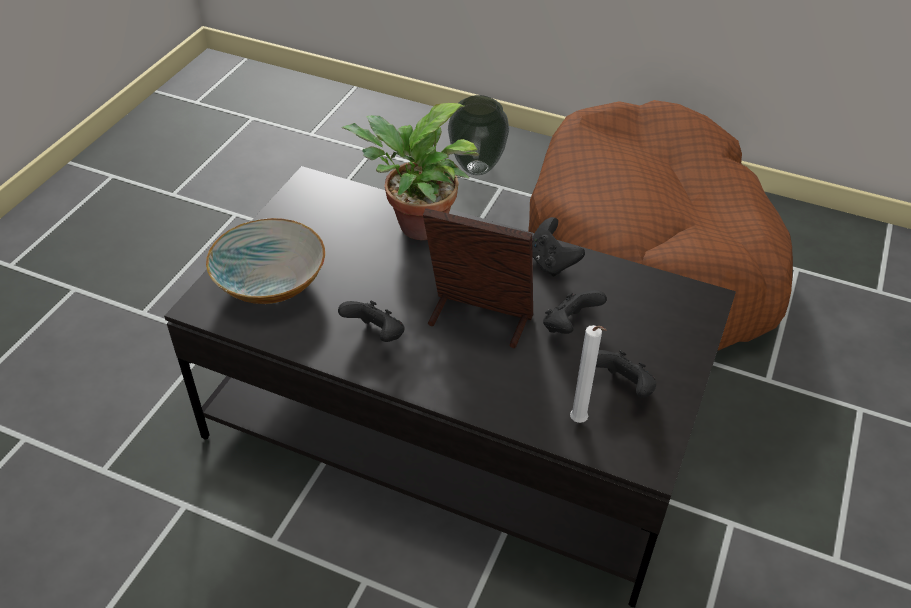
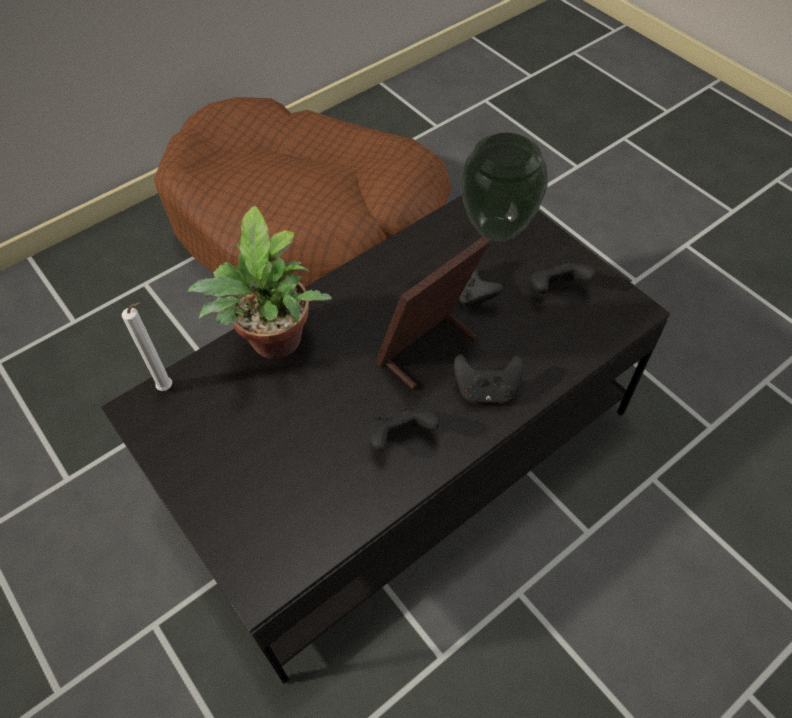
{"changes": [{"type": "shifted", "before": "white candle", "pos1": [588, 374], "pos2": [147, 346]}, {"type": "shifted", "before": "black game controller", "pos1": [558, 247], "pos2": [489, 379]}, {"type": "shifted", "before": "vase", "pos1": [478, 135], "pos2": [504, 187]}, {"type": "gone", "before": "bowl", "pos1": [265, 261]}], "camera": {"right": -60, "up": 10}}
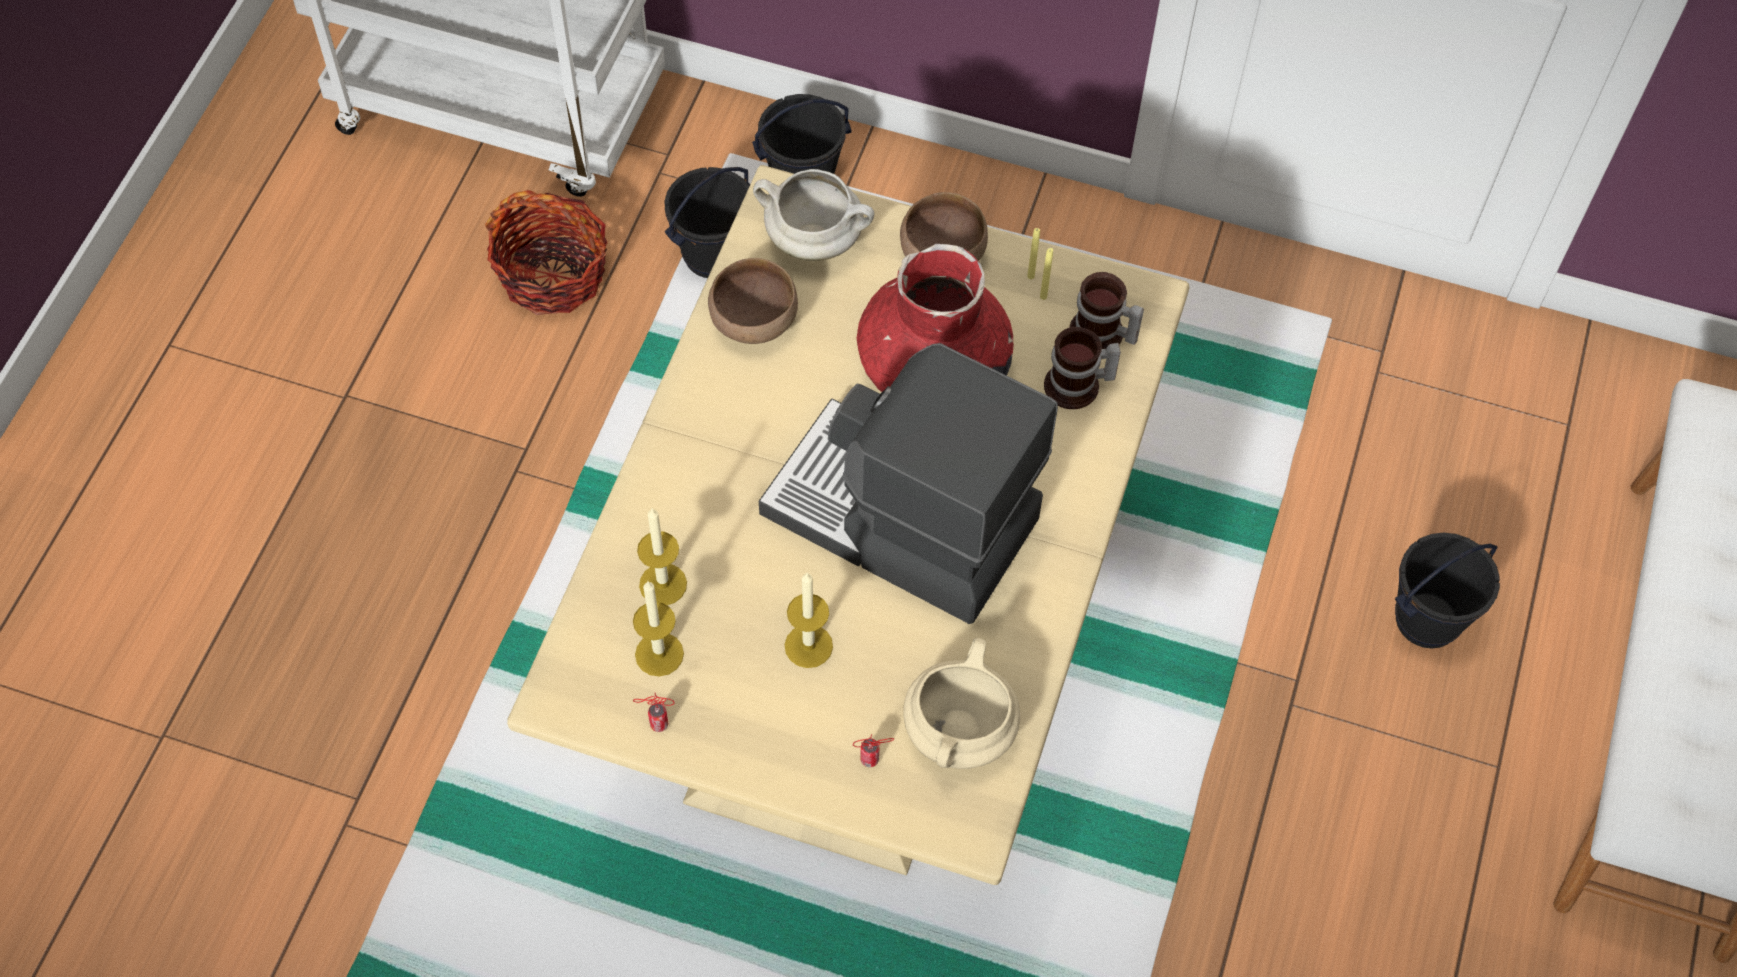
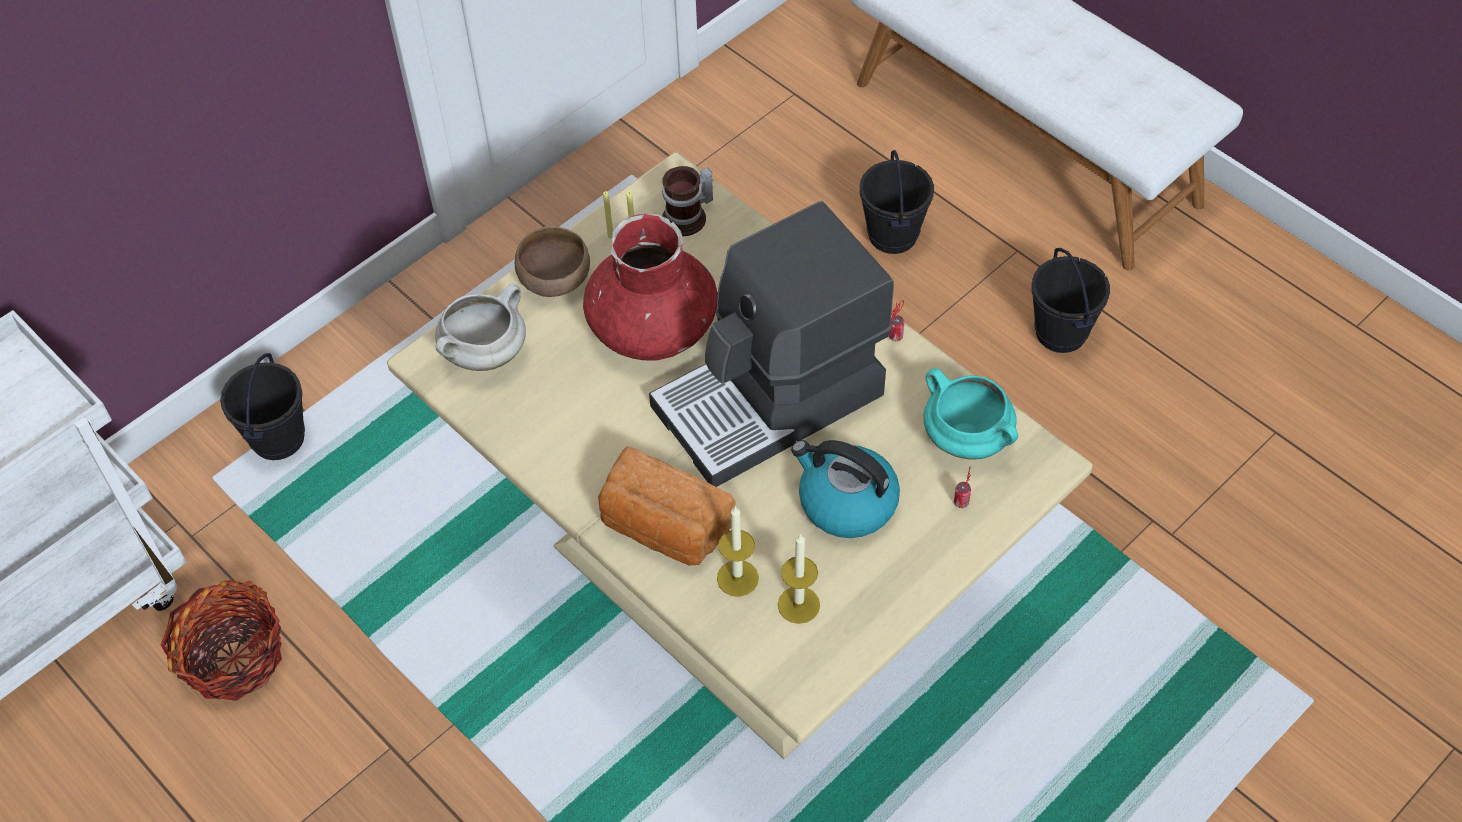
{"changes": [{"type": "new", "after": "bread", "pos2": [667, 505]}, {"type": "swapped", "before": "candle", "after": "kettle", "pos1": [809, 620], "pos2": [845, 489]}, {"type": "shifted", "before": "can", "pos1": [654, 712], "pos2": [896, 320]}, {"type": "repainted", "before": "beige cooking pot", "after": "turquoise cooking pot", "pos1": [961, 703], "pos2": [970, 414]}, {"type": "shifted", "before": "black bucket", "pos1": [707, 222], "pos2": [1070, 300]}, {"type": "gone", "before": "brown bowl", "pos1": [753, 301]}, {"type": "gone", "before": "mug", "pos1": [1082, 368]}], "camera": {"right": -60, "up": -5}}
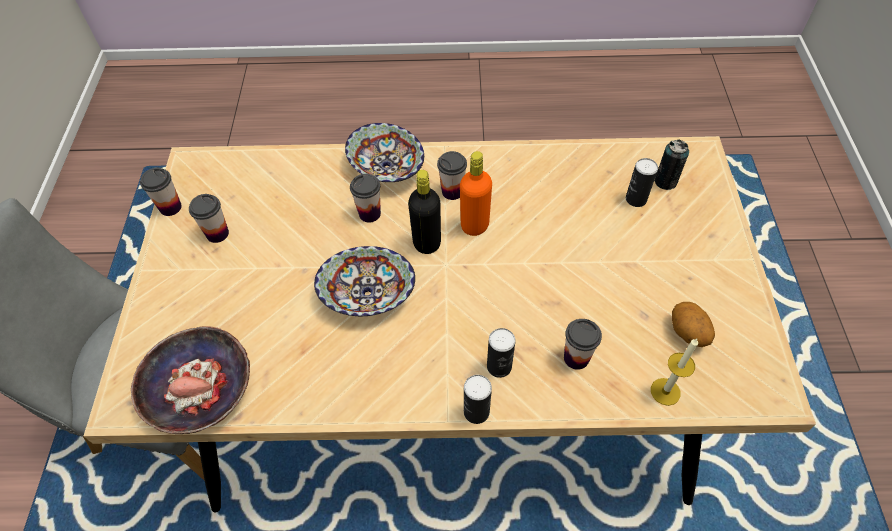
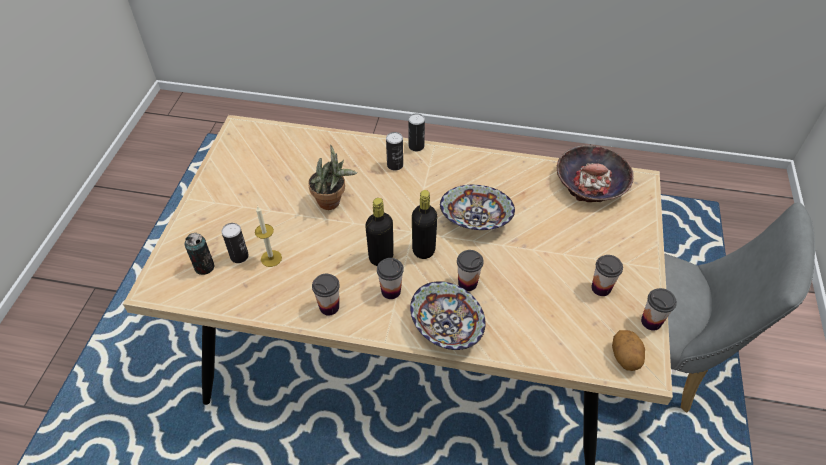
{"changes": [{"type": "shifted", "before": "candle", "pos1": [674, 372], "pos2": [268, 236]}, {"type": "new", "after": "potted plant", "pos2": [332, 177]}, {"type": "shifted", "before": "cup", "pos1": [583, 344], "pos2": [326, 295]}, {"type": "repainted", "before": "orange bottle", "after": "black bottle", "pos1": [476, 193], "pos2": [379, 232]}, {"type": "shifted", "before": "potato", "pos1": [693, 324], "pos2": [628, 350]}], "camera": {"right": -170, "up": -5}}
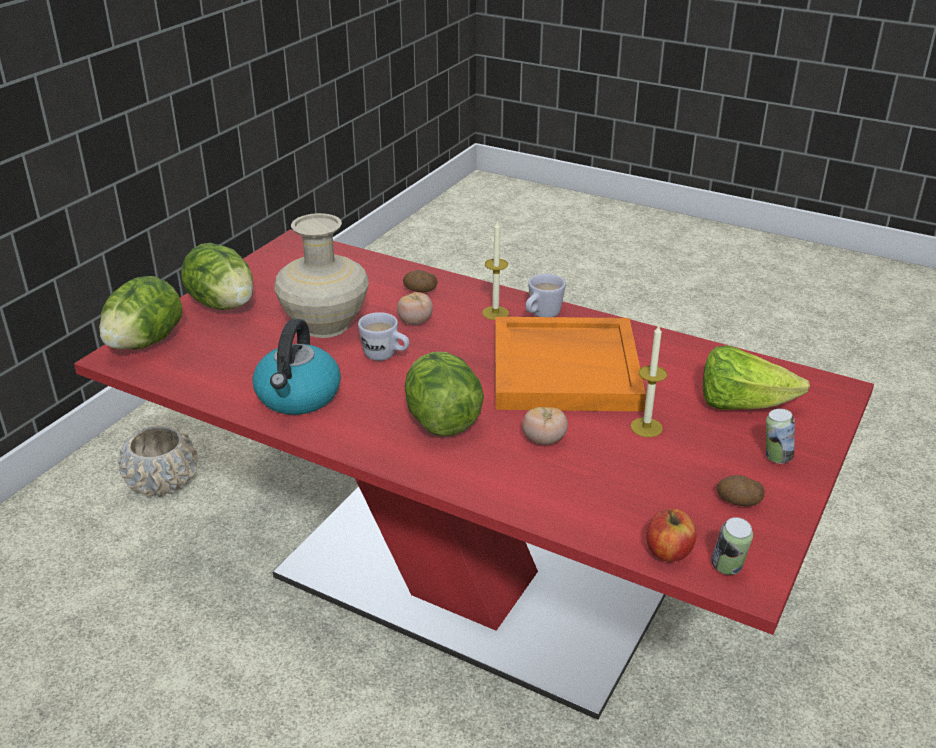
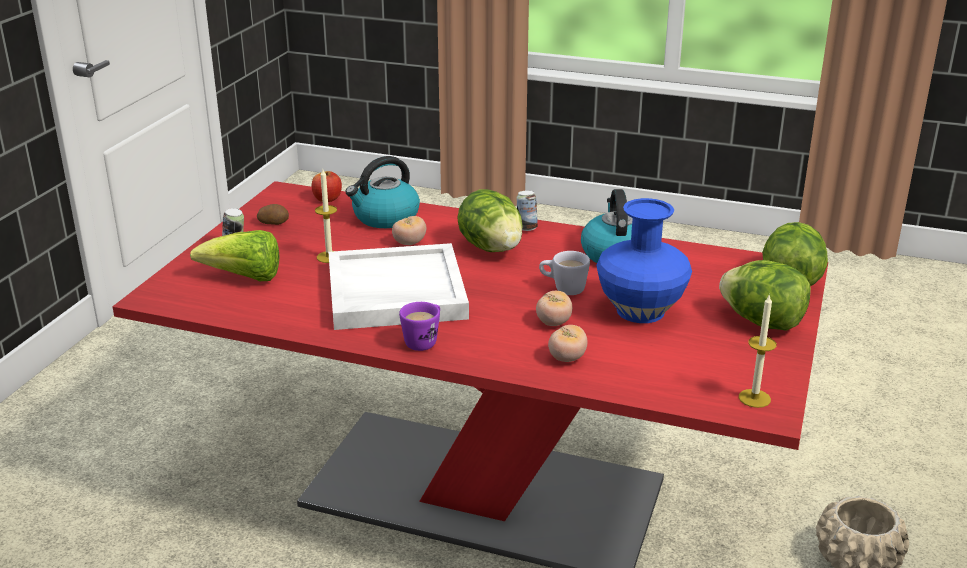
{"changes": [{"type": "repainted", "before": "orange tray", "after": "white tray", "pos1": [570, 364], "pos2": [398, 286]}, {"type": "new", "after": "kettle", "pos2": [382, 192]}, {"type": "repainted", "before": "white mug", "after": "purple mug", "pos1": [546, 295], "pos2": [419, 326]}, {"type": "shifted", "before": "can", "pos1": [732, 546], "pos2": [527, 210]}, {"type": "swapped", "before": "potato", "after": "tomato", "pos1": [420, 281], "pos2": [568, 343]}, {"type": "repainted", "before": "beige vase", "after": "blue vase", "pos1": [321, 275], "pos2": [644, 260]}, {"type": "shifted", "before": "candle", "pos1": [495, 270], "pos2": [758, 351]}], "camera": {"right": 170, "up": -5}}
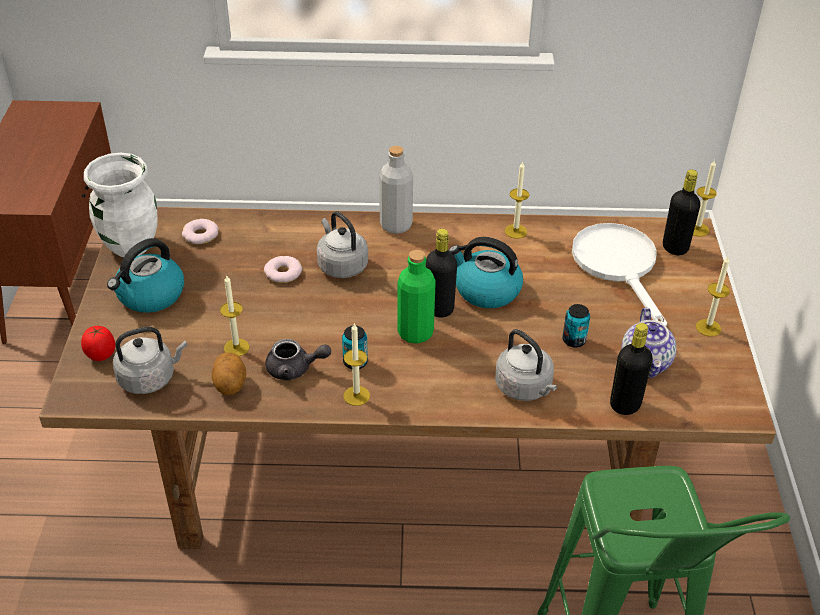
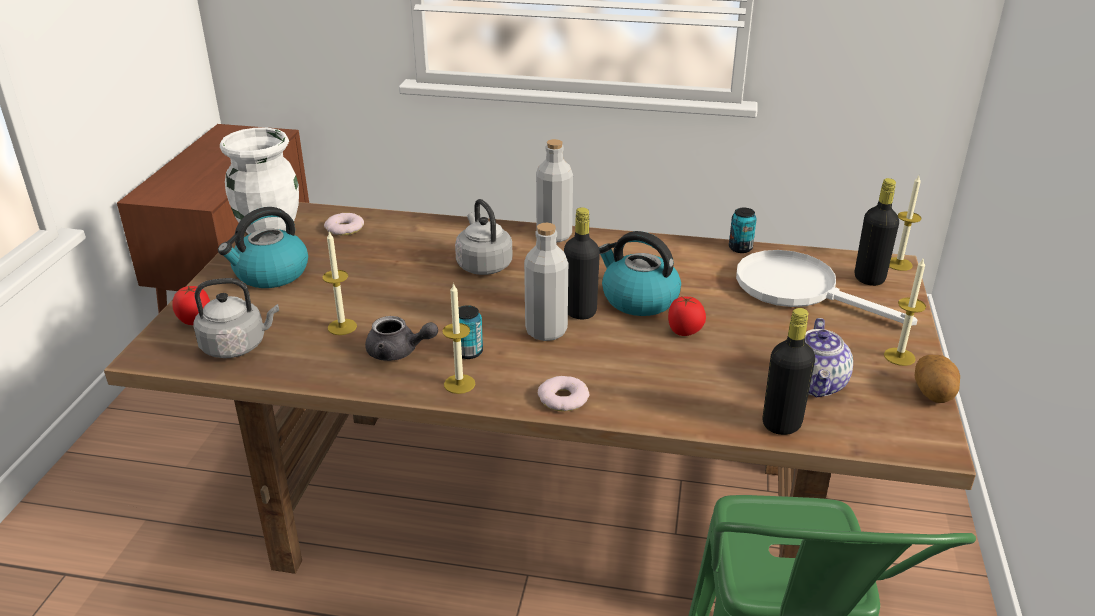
{"changes": [{"type": "repainted", "before": "green bottle", "after": "grey bottle", "pos1": [416, 297], "pos2": [546, 282]}, {"type": "shifted", "before": "donut", "pos1": [283, 269], "pos2": [564, 393]}, {"type": "new", "after": "tomato", "pos2": [687, 316]}, {"type": "shifted", "before": "can", "pos1": [576, 326], "pos2": [743, 230]}, {"type": "rotated", "before": "white frying pan", "pos1": [619, 274], "pos2": [826, 288], "turn": -45}, {"type": "shifted", "before": "potato", "pos1": [229, 374], "pos2": [937, 378]}, {"type": "gone", "before": "grey kettle", "pos1": [526, 365]}, {"type": "gone", "before": "candle", "pos1": [517, 200]}], "camera": {"right": 10, "up": -10}}
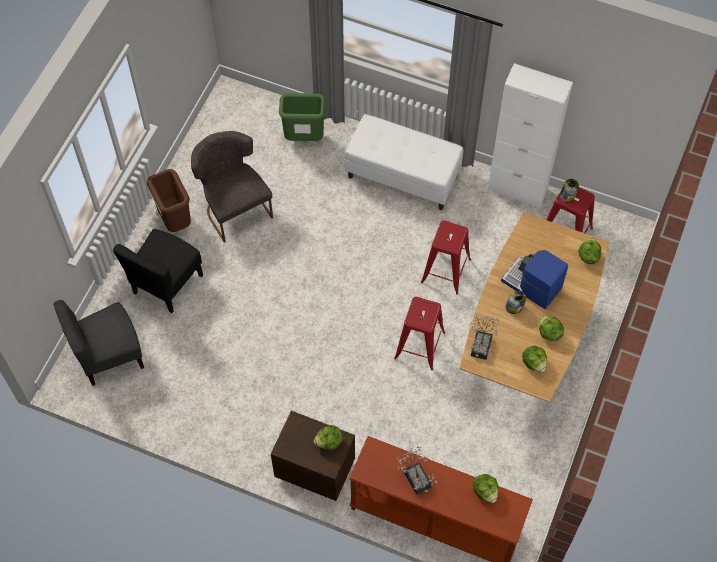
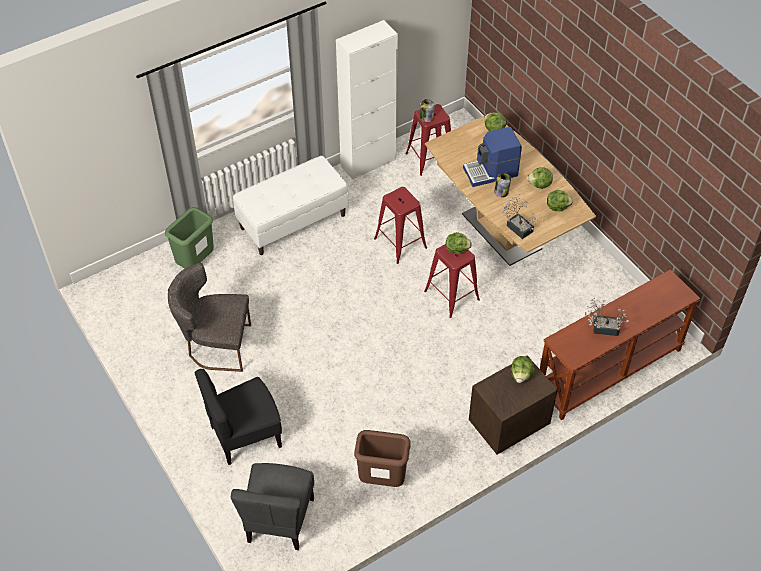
{"changes": [{"type": "rotated", "before": "black chair", "pos1": [158, 271], "pos2": [238, 417], "turn": 90}, {"type": "shifted", "before": "brown trash can", "pos1": [169, 200], "pos2": [382, 458]}, {"type": "shifted", "before": "lettuce", "pos1": [486, 488], "pos2": [459, 243]}], "camera": {"right": -55, "up": -10}}
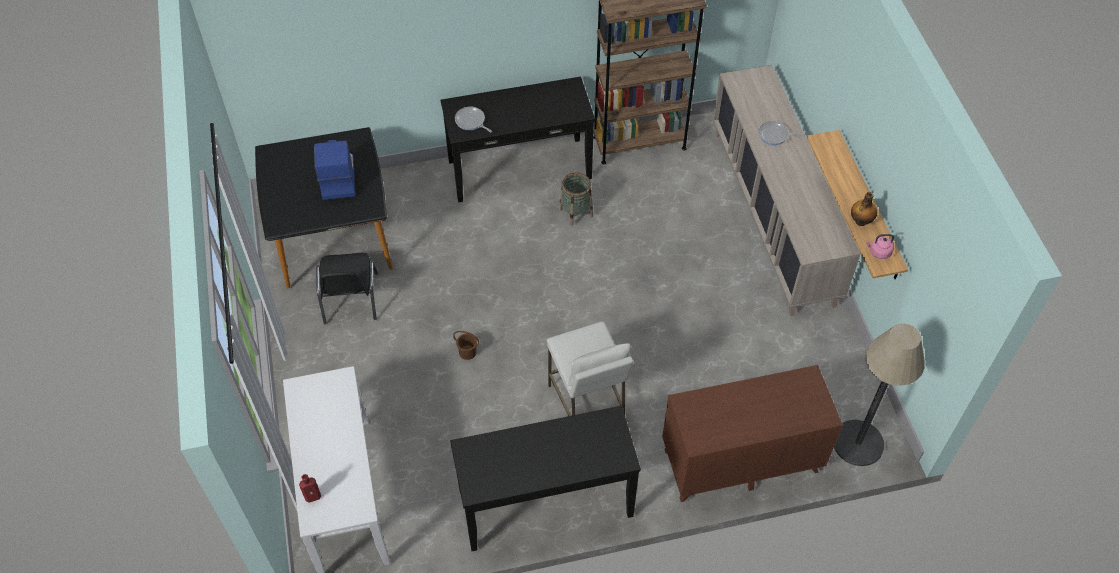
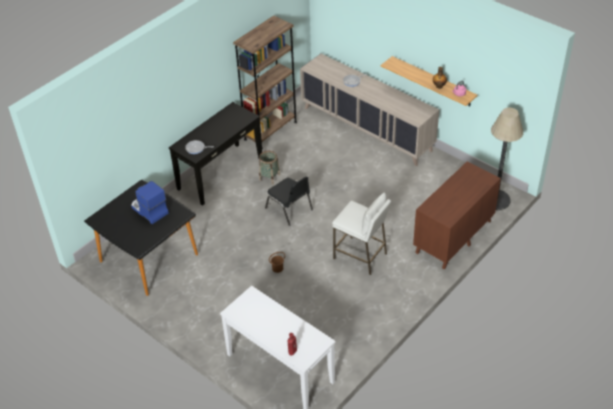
{"changes": [{"type": "shifted", "before": "black chair", "pos1": [347, 288], "pos2": [289, 201]}, {"type": "gone", "before": "black console table", "pos1": [545, 478]}], "camera": {"right": -35, "up": -10}}
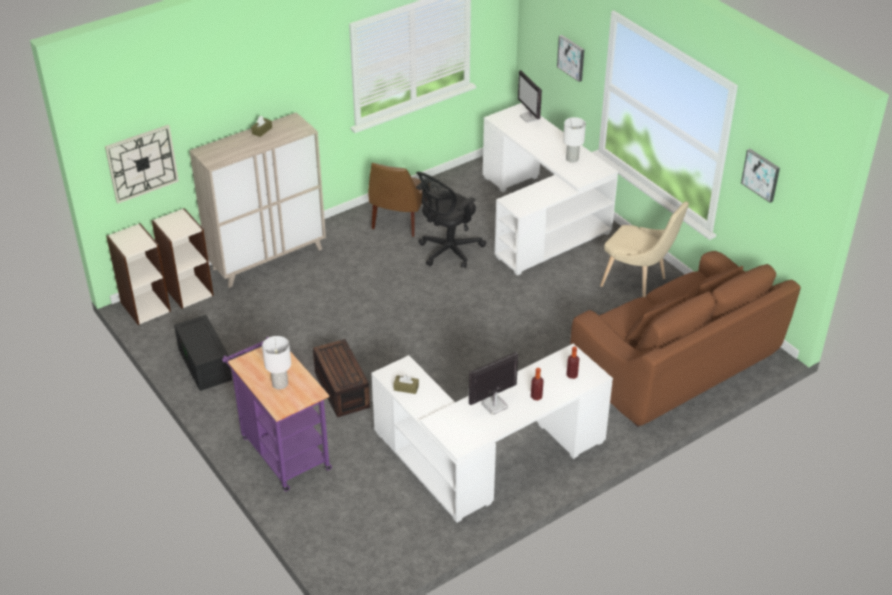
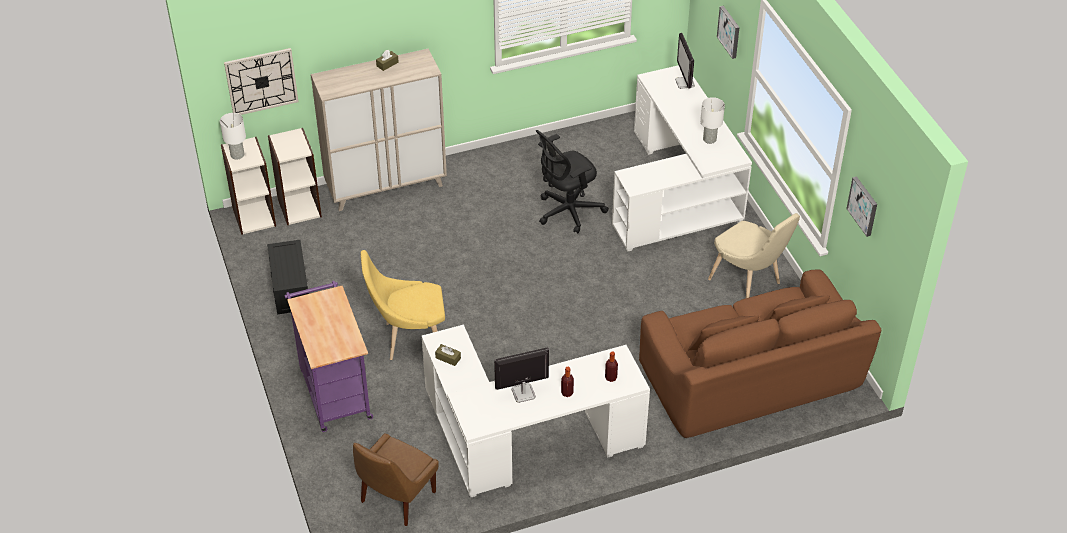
{"changes": [{"type": "shifted", "before": "white table lamp", "pos1": [276, 362], "pos2": [233, 136]}, {"type": "shifted", "before": "brown chair", "pos1": [395, 200], "pos2": [396, 479]}, {"type": "swapped", "before": "brown storage box", "after": "yellow chair", "pos1": [341, 378], "pos2": [403, 305]}], "camera": {"right": 15, "up": 5}}
